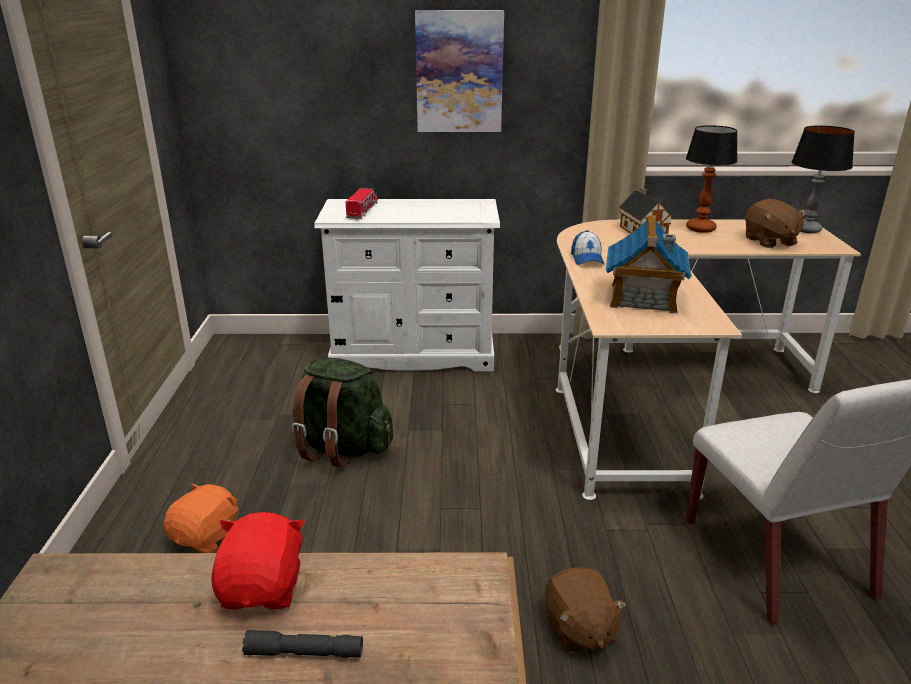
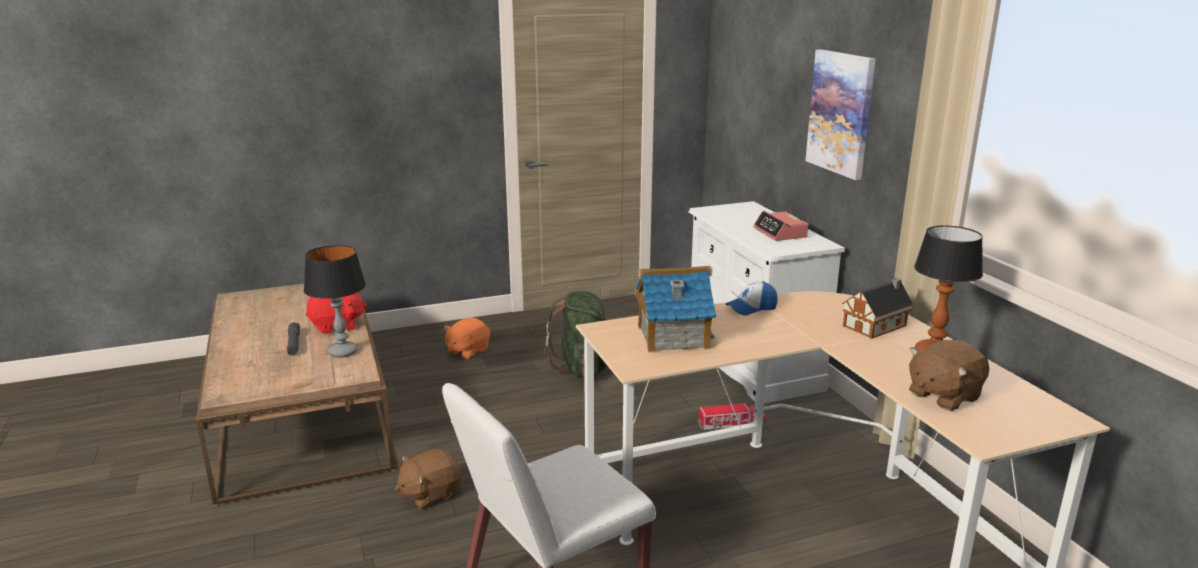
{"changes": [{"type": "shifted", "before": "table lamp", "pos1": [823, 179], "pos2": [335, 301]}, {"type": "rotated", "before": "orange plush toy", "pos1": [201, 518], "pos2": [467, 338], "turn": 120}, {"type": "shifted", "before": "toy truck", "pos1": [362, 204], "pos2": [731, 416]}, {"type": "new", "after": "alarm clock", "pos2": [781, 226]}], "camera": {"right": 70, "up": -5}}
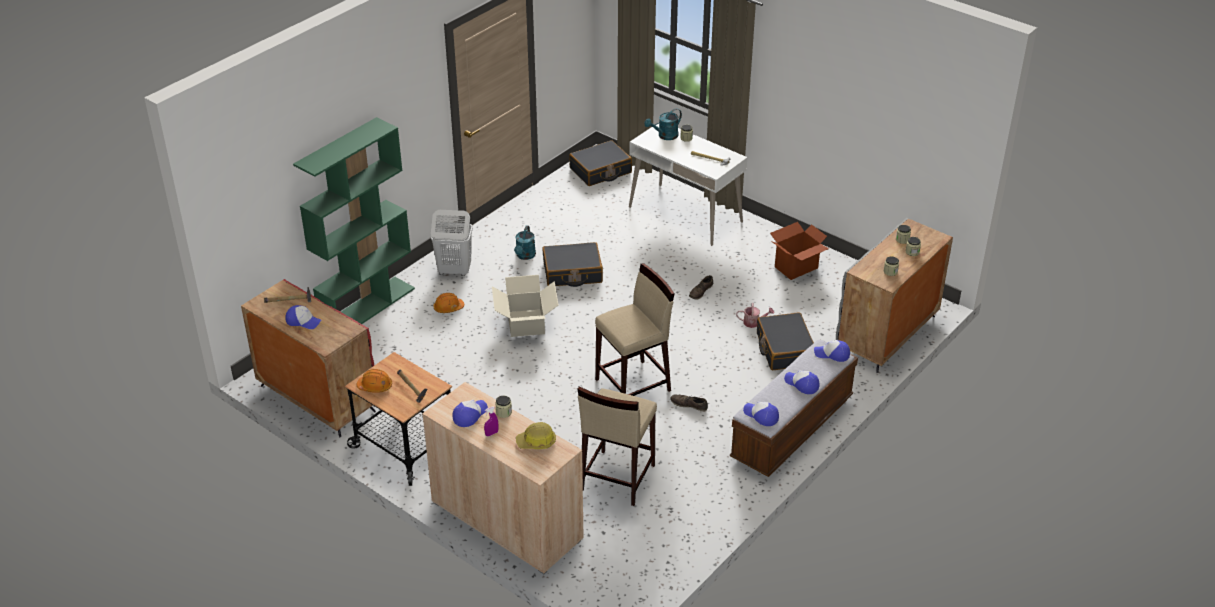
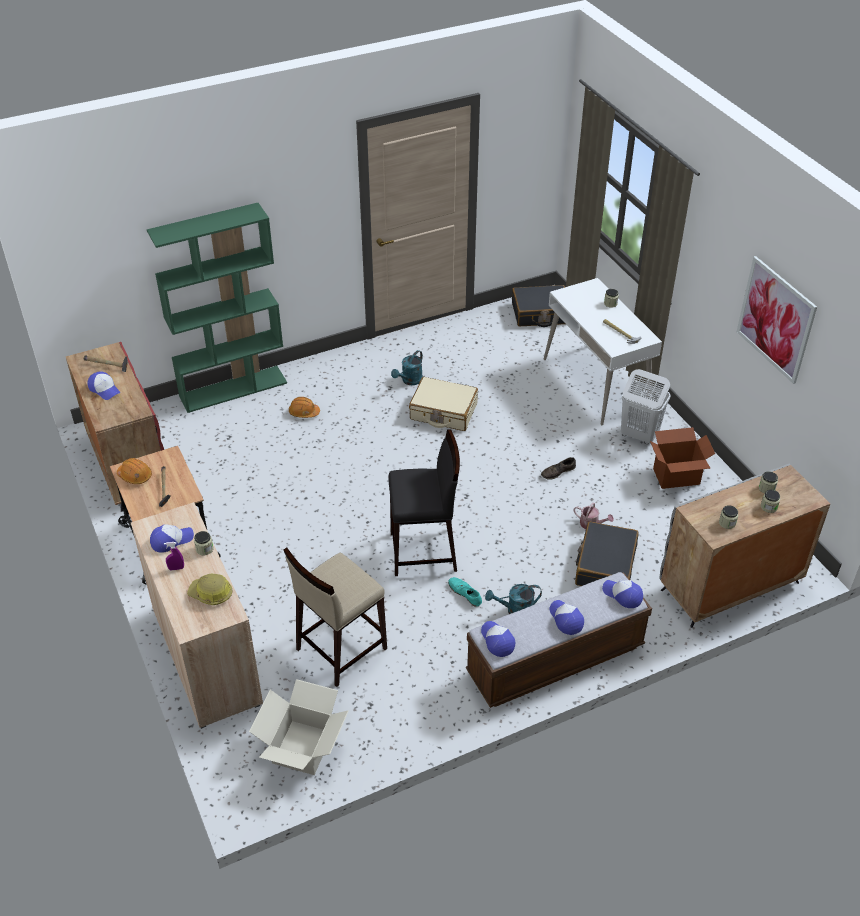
{"changes": [{"type": "shifted", "before": "cardboard box", "pos1": [525, 306], "pos2": [298, 727]}, {"type": "repainted", "before": "beige stool", "after": "black stool", "pos1": [635, 329], "pos2": [424, 502]}, {"type": "repainted", "before": "black suitcase", "after": "beige suitcase", "pos1": [573, 264], "pos2": [443, 404]}, {"type": "repainted", "before": "brown shoe", "after": "turquoise shoe", "pos1": [689, 402], "pos2": [465, 592]}, {"type": "shifted", "before": "turquoise watering can", "pos1": [663, 124], "pos2": [513, 599]}, {"type": "shifted", "before": "white laundry basket", "pos1": [452, 243], "pos2": [645, 406]}, {"type": "new", "after": "picture", "pos2": [777, 320]}], "camera": {"right": 25, "up": 5}}
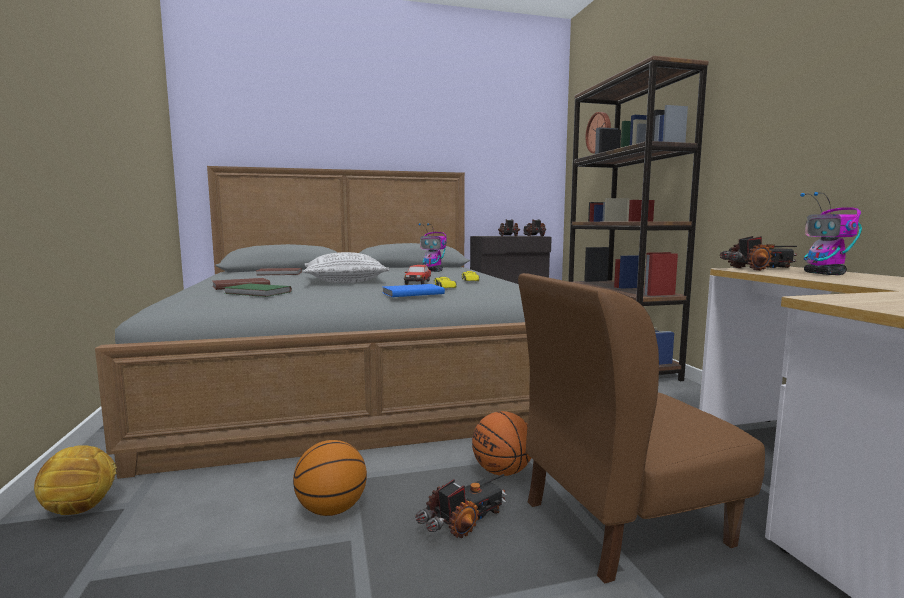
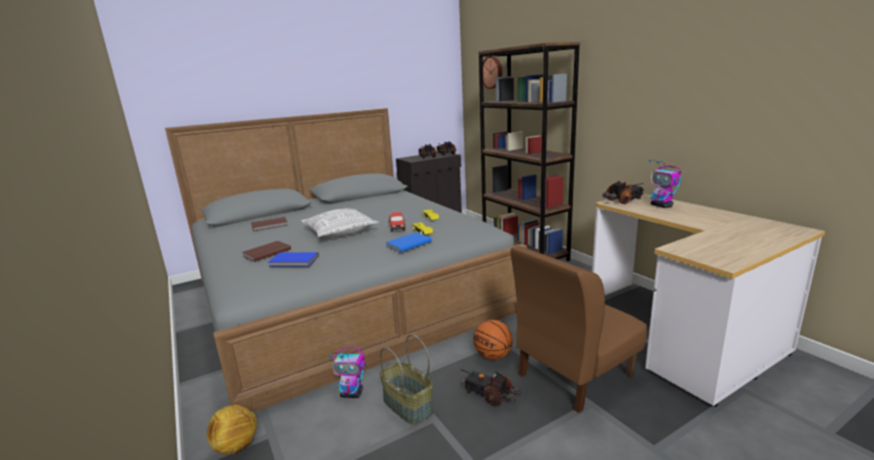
{"changes": [{"type": "repainted", "before": "green book", "after": "blue book", "pos1": [257, 290], "pos2": [293, 259]}, {"type": "shifted", "before": "toy robot", "pos1": [433, 247], "pos2": [347, 372]}, {"type": "swapped", "before": "basketball", "after": "basket", "pos1": [330, 478], "pos2": [406, 379]}, {"type": "rotated", "before": "toy truck", "pos1": [461, 506], "pos2": [490, 387], "turn": -90}], "camera": {"right": -15, "up": 10}}
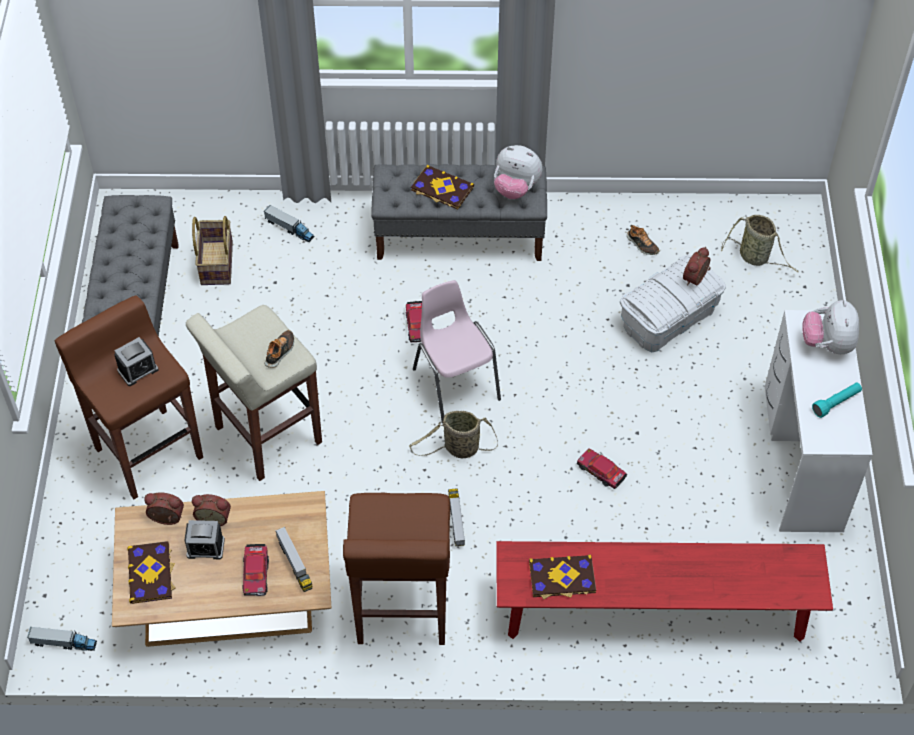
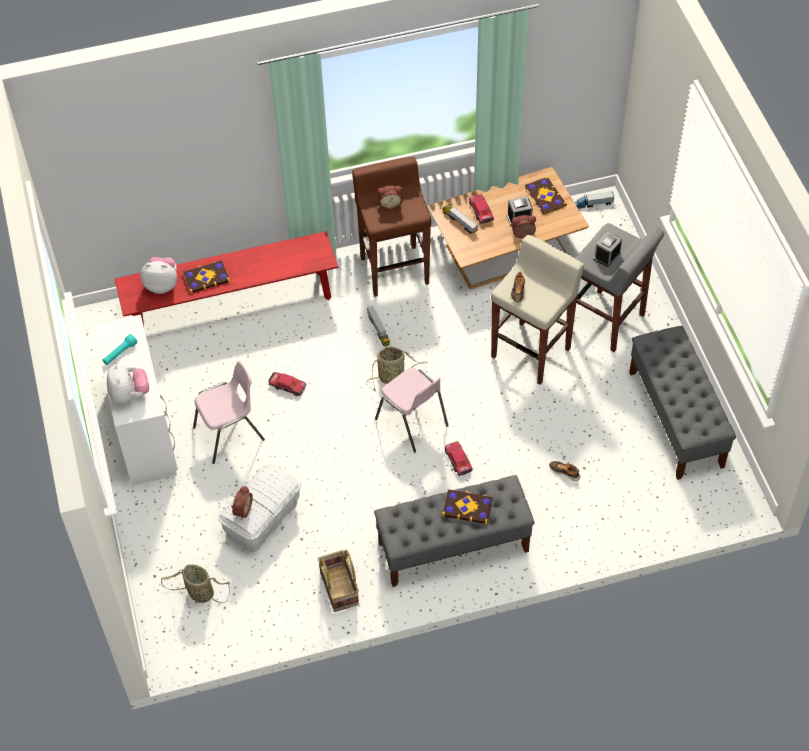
{"changes": [{"type": "shifted", "before": "plush toy", "pos1": [518, 172], "pos2": [158, 275]}, {"type": "shifted", "before": "book", "pos1": [562, 577], "pos2": [206, 277]}, {"type": "new", "after": "pink chair", "pos2": [229, 412]}, {"type": "shifted", "before": "basket", "pos1": [212, 250], "pos2": [338, 581]}, {"type": "shifted", "before": "alarm clock", "pos1": [164, 508], "pos2": [389, 198]}, {"type": "shifted", "before": "shoe", "pos1": [643, 240], "pos2": [564, 471]}, {"type": "repainted", "before": "brown stool", "after": "grey stool", "pos1": [129, 397], "pos2": [618, 287]}, {"type": "gone", "before": "toy truck", "pos1": [289, 223]}], "camera": {"right": 165, "up": 0}}
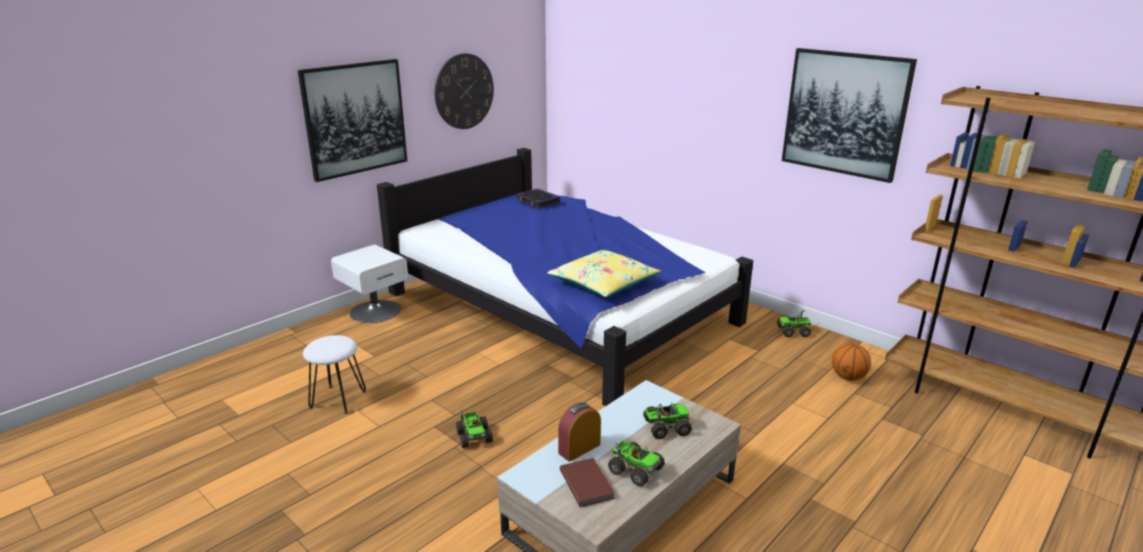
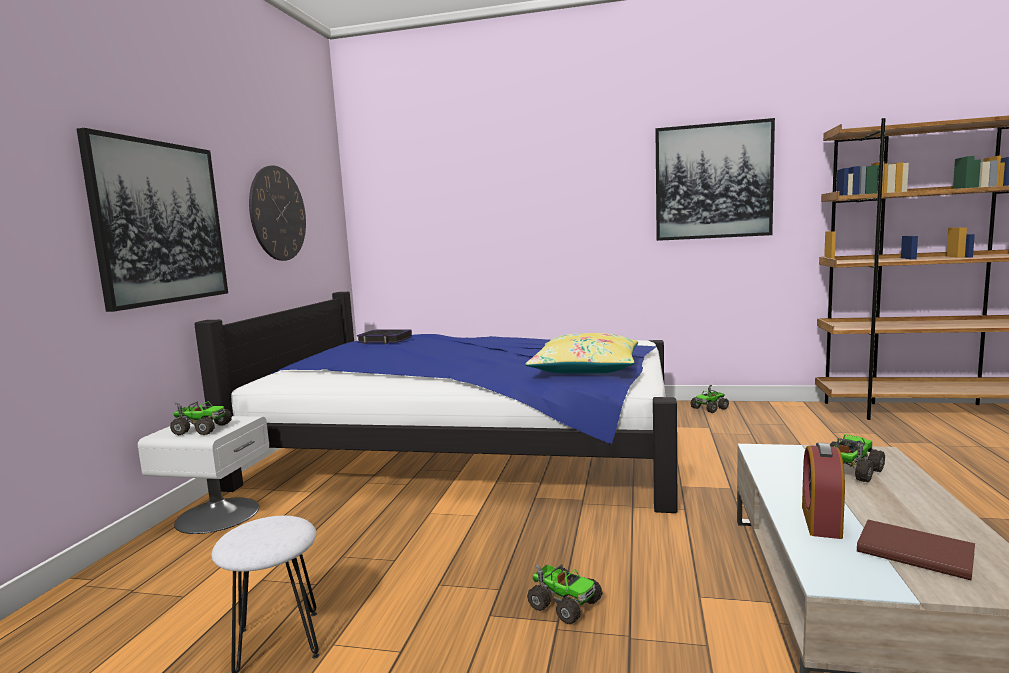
{"changes": [{"type": "shifted", "before": "toy truck", "pos1": [636, 463], "pos2": [201, 418]}, {"type": "gone", "before": "basketball", "pos1": [851, 362]}], "camera": {"right": -30, "up": -15}}
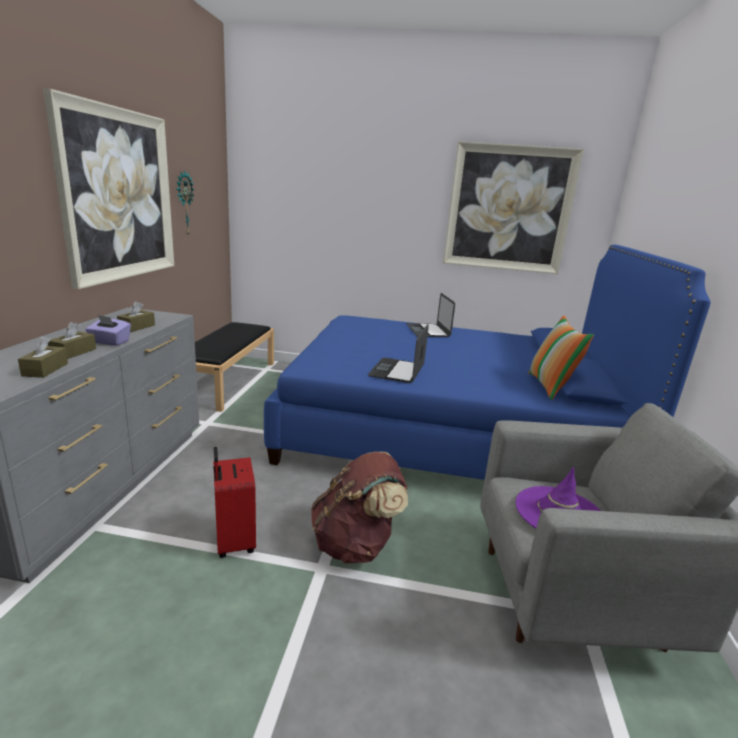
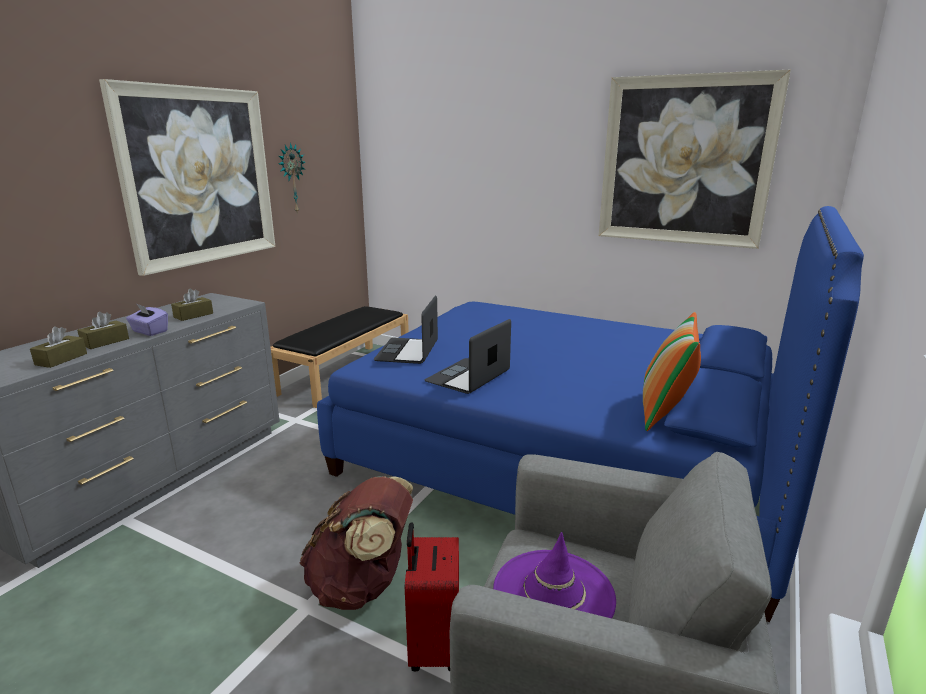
{"changes": [{"type": "shifted", "before": "laptop", "pos1": [430, 315], "pos2": [406, 329]}, {"type": "shifted", "before": "red suitcase", "pos1": [234, 502], "pos2": [432, 597]}], "camera": {"right": 20, "up": 0}}
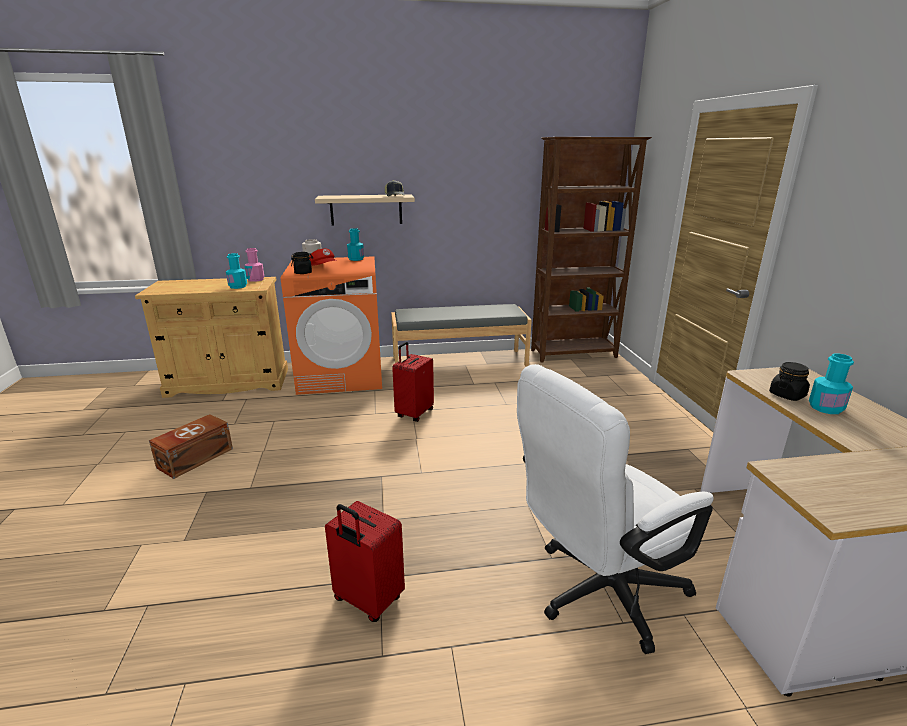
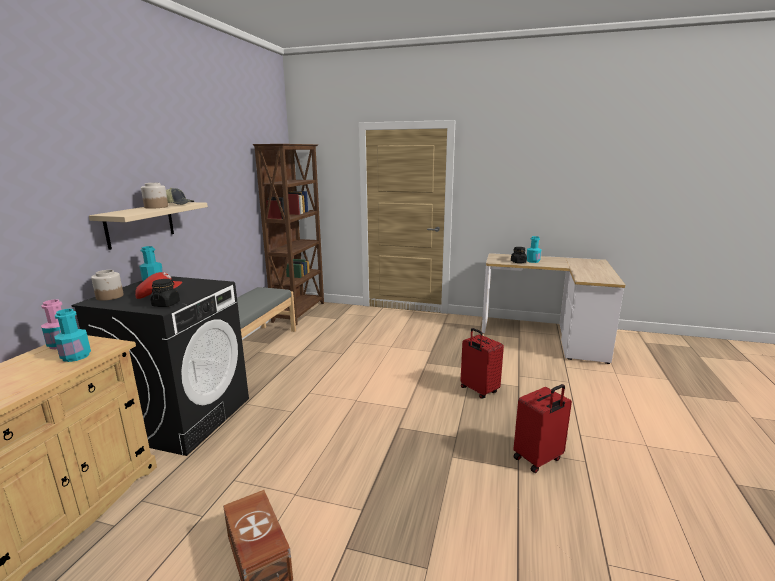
{"changes": [{"type": "repainted", "before": "orange washing machine", "after": "black washing machine", "pos1": [331, 325], "pos2": [160, 366]}, {"type": "new", "after": "jar", "pos2": [154, 196]}, {"type": "shifted", "before": "red suitcase", "pos1": [413, 382], "pos2": [482, 363]}, {"type": "gone", "before": "white office chair", "pos1": [615, 509]}], "camera": {"right": -65, "up": -5}}
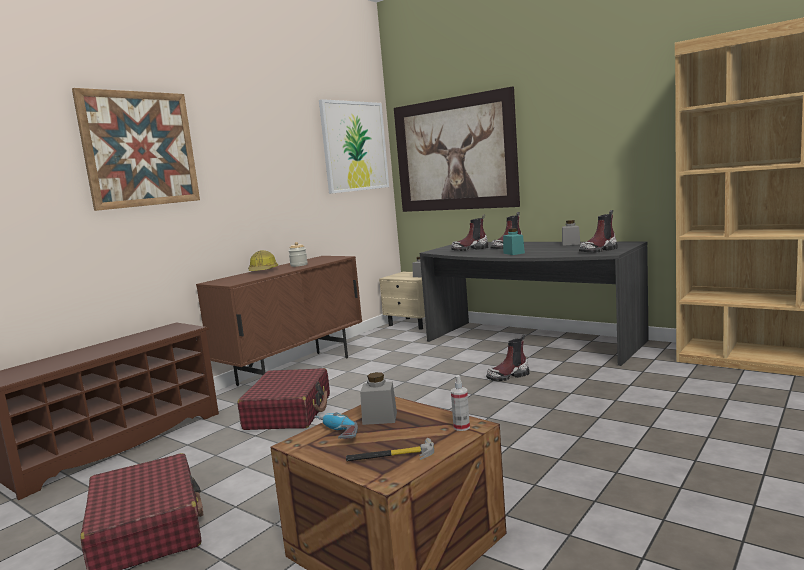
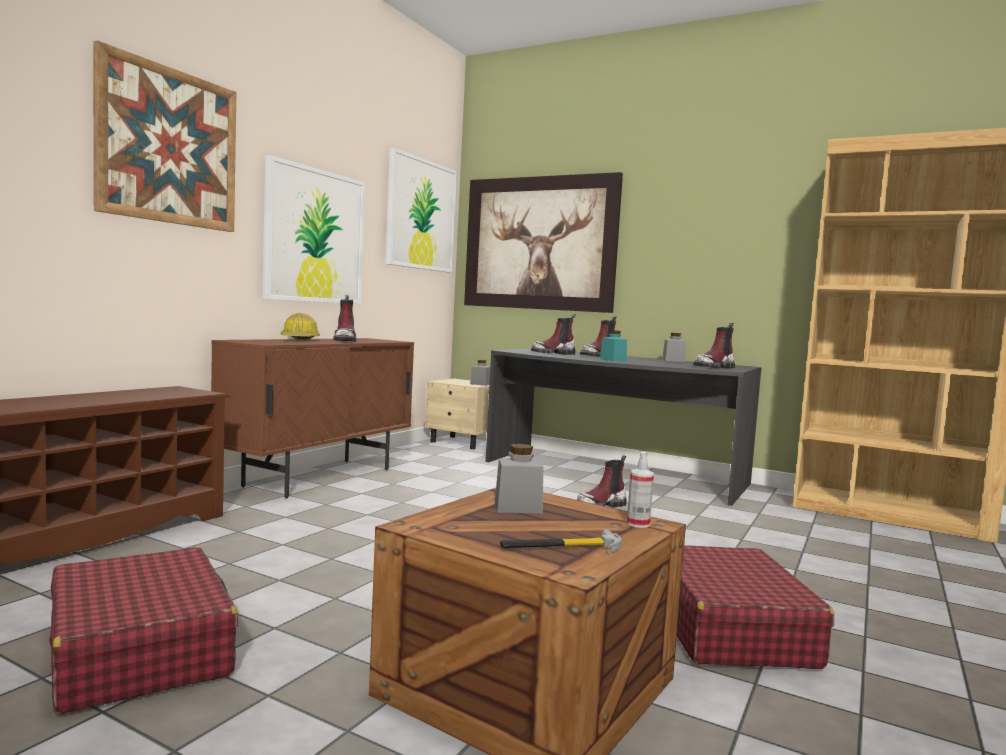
{"changes": [{"type": "new", "after": "picture", "pos2": [313, 229]}, {"type": "swapped", "before": "jar", "after": "boot", "pos1": [298, 254], "pos2": [344, 318]}, {"type": "shifted", "before": "red suitcase", "pos1": [284, 399], "pos2": [755, 607]}, {"type": "gone", "before": "power drill", "pos1": [336, 425]}], "camera": {"right": -10, "up": -5}}
